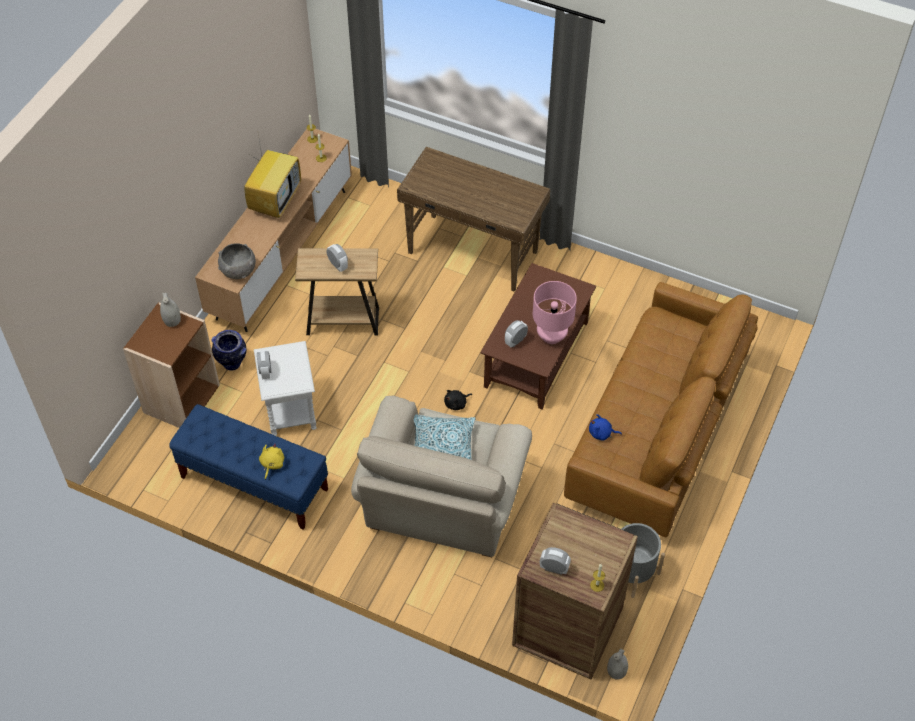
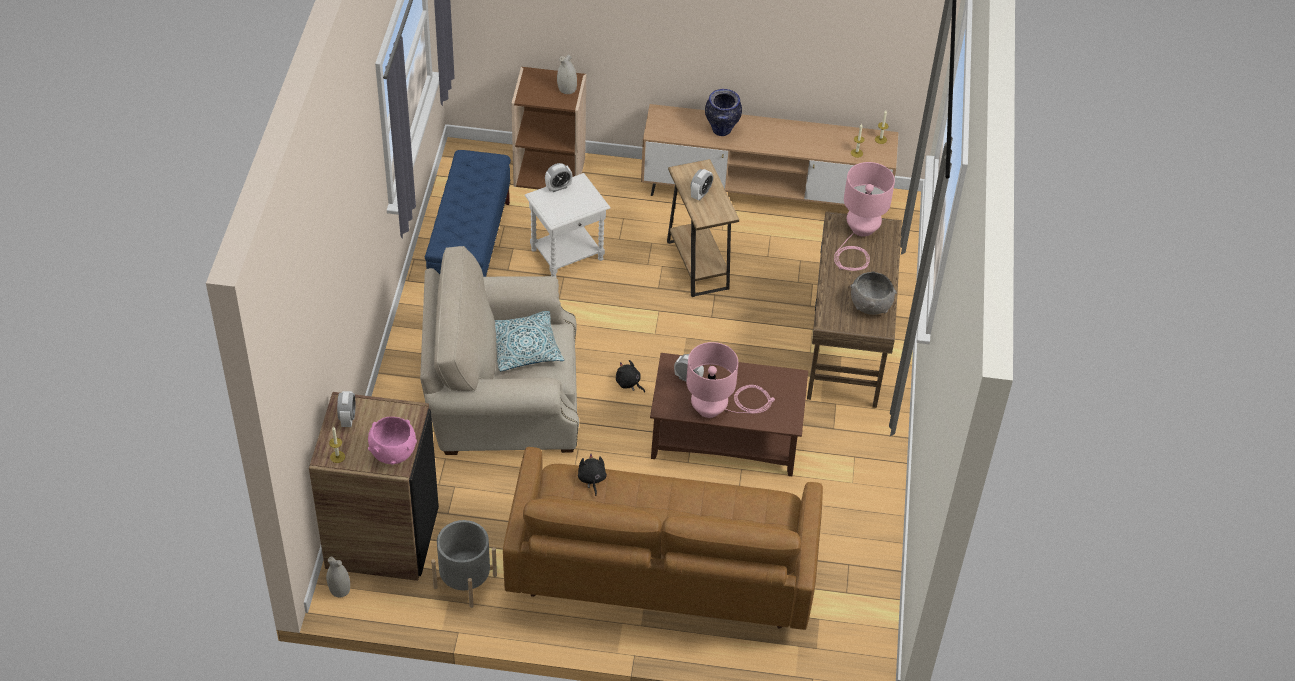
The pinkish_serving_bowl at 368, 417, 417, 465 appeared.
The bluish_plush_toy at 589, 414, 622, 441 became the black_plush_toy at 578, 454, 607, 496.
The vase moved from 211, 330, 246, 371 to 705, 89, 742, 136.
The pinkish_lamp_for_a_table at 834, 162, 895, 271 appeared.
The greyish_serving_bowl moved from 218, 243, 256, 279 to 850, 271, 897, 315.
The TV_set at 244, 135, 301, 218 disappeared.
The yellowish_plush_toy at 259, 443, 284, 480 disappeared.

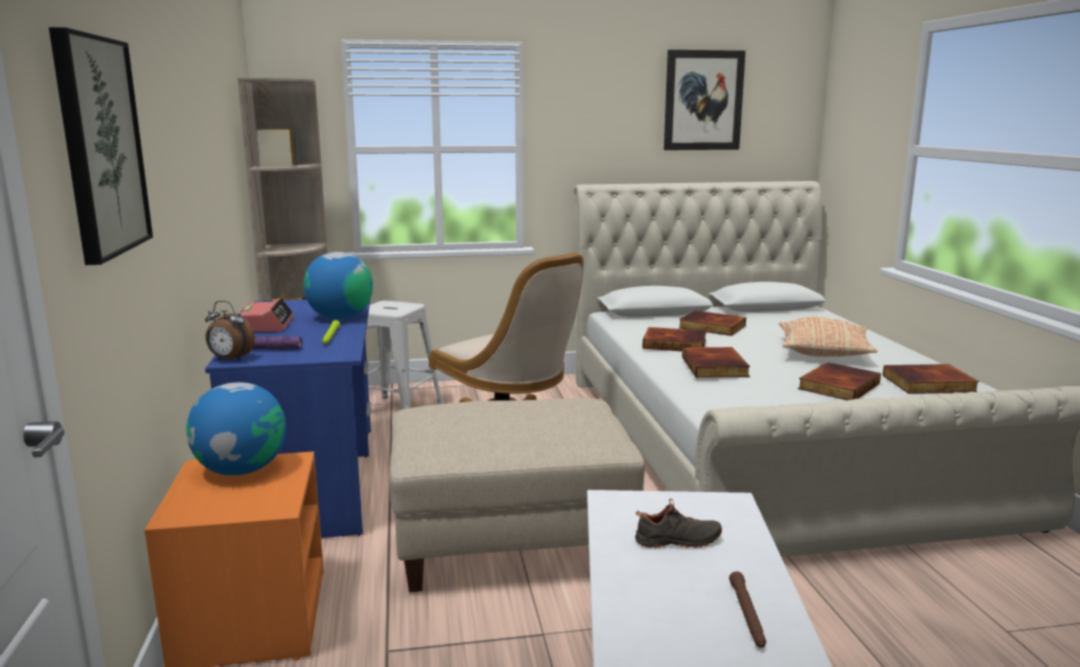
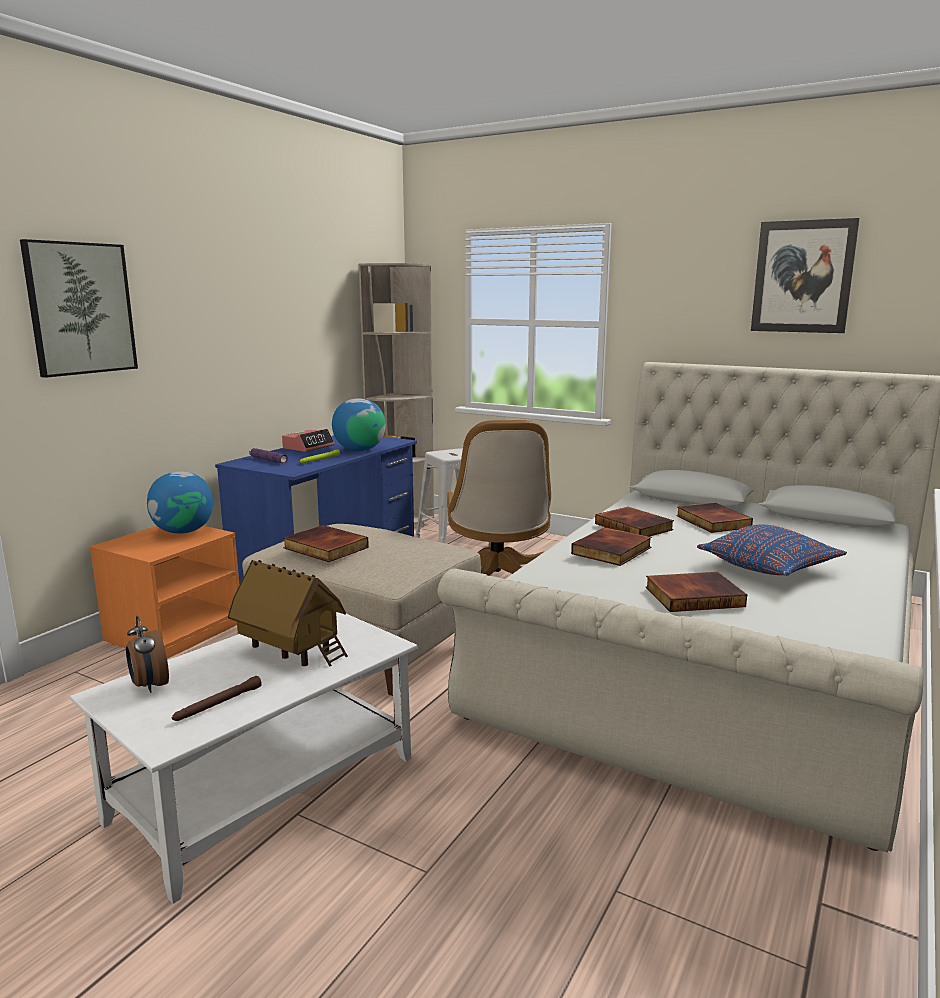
The table_clock moved from 205, 301, 255, 361 to 126, 616, 169, 693.
The black_low_shoe at 635, 498, 722, 548 was replaced by the miniature_house at 228, 560, 348, 667.
The book moved from 883, 364, 979, 394 to 283, 525, 369, 562.
The beige_cushion at 779, 317, 878, 357 became the bluish_cushion at 697, 525, 847, 576.

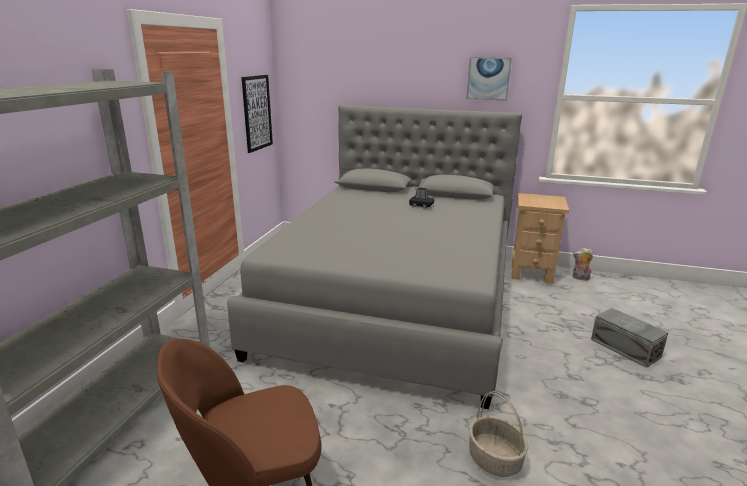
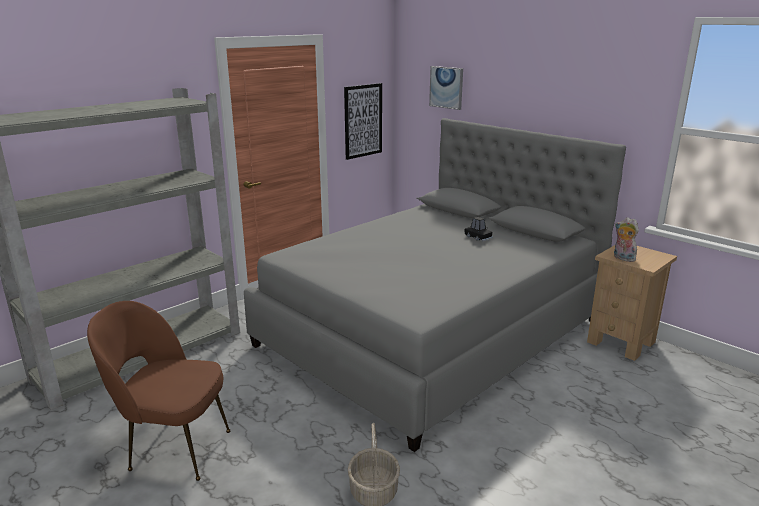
The wall_art moved from 467, 57, 512, 101 to 429, 66, 463, 110.
The plush_toy moved from 572, 248, 593, 281 to 614, 217, 639, 262.
The greyish_storage_box at 591, 308, 669, 368 disappeared.

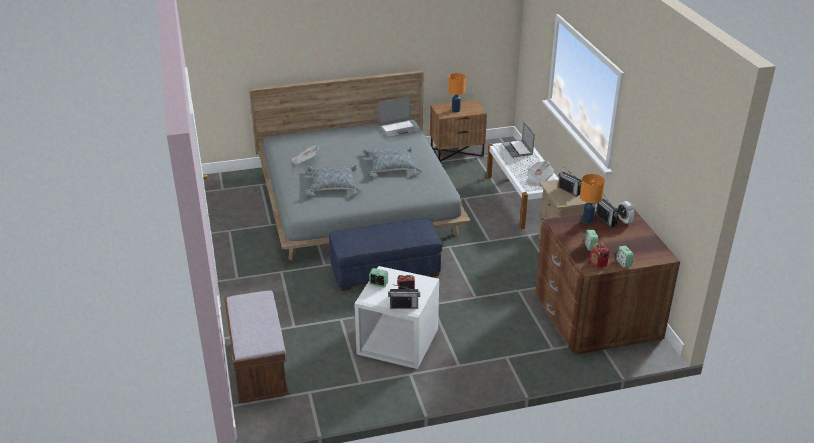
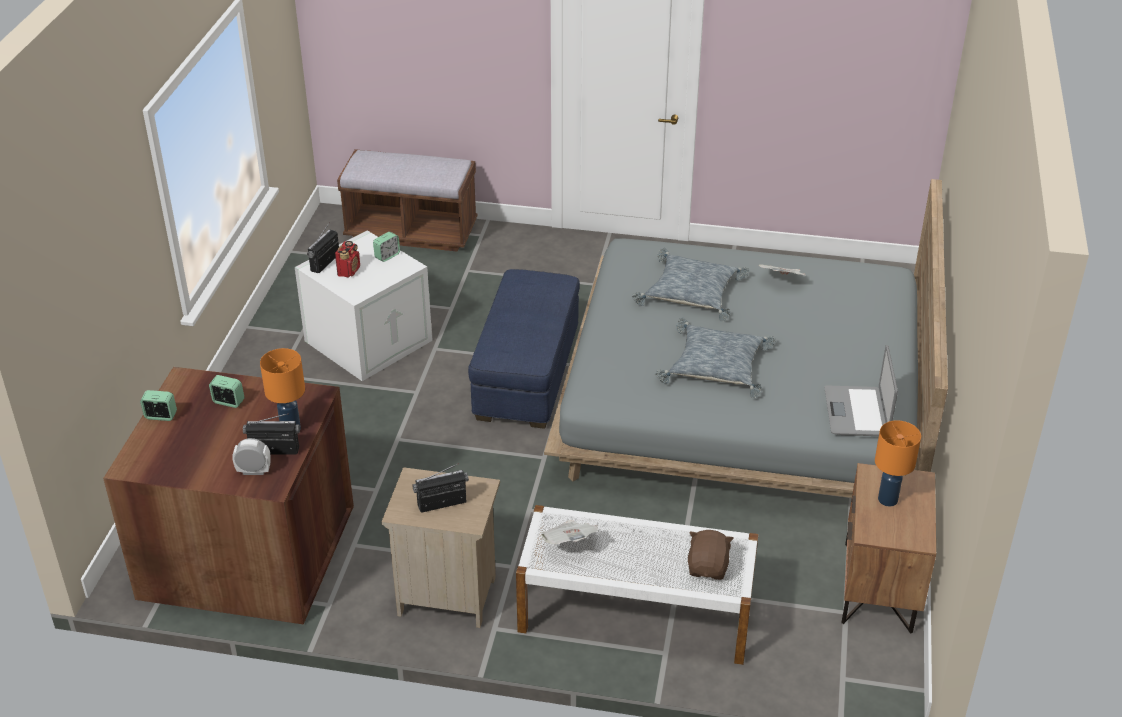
The portable_computer at 502, 121, 535, 158 was replaced by the brownish_plush_toy at 688, 530, 734, 580.
The radio_set at 590, 242, 609, 268 disappeared.

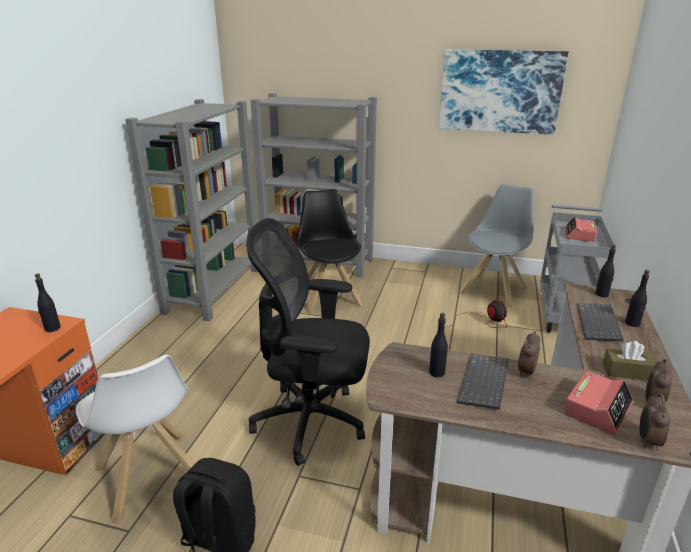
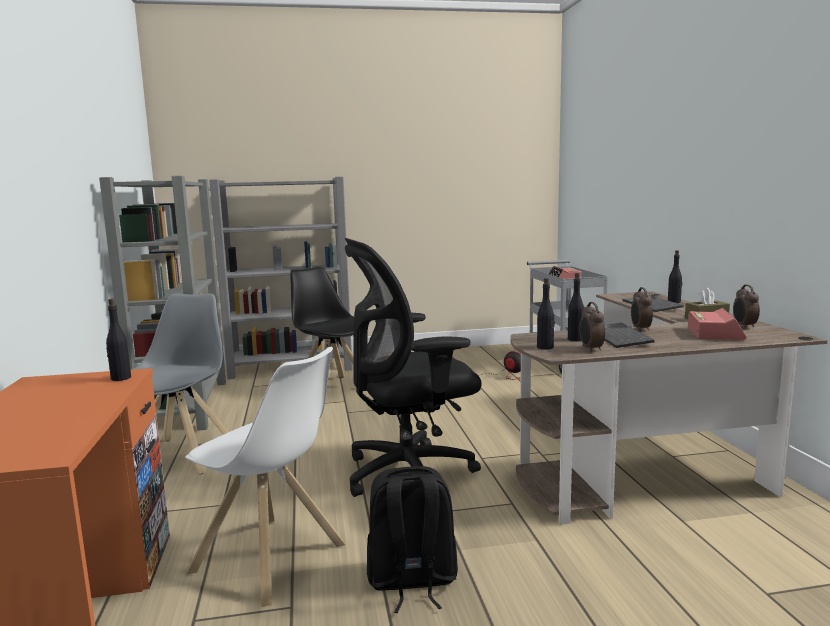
The greyish_chair moved from 459, 184, 534, 307 to 132, 293, 229, 474.
The black_bottle moved from 595, 245, 616, 297 to 537, 278, 555, 350.
The table_clock moved from 639, 393, 671, 450 to 579, 302, 605, 352.
The wall_art at 439, 49, 569, 135 disappeared.

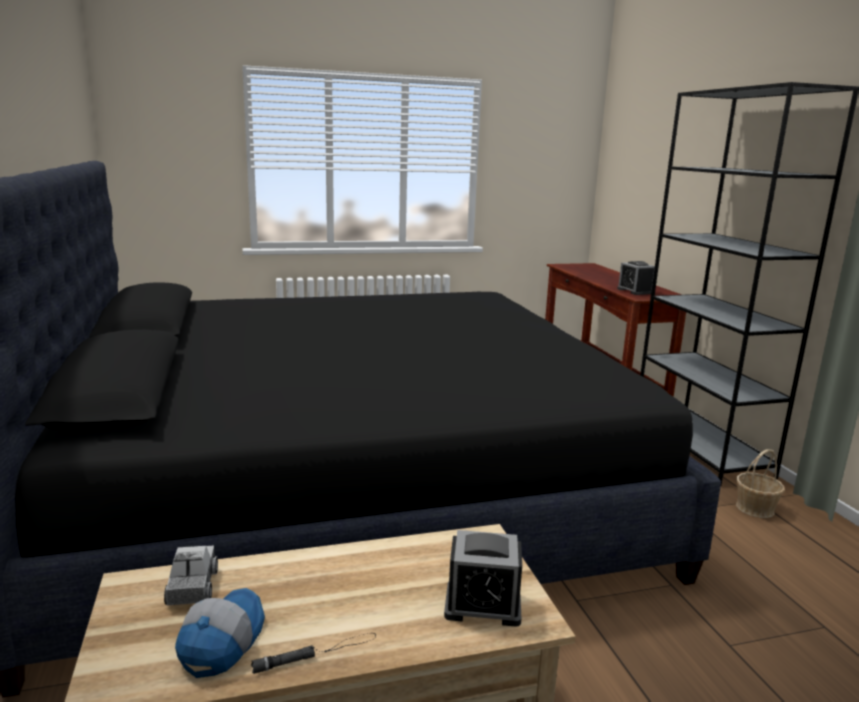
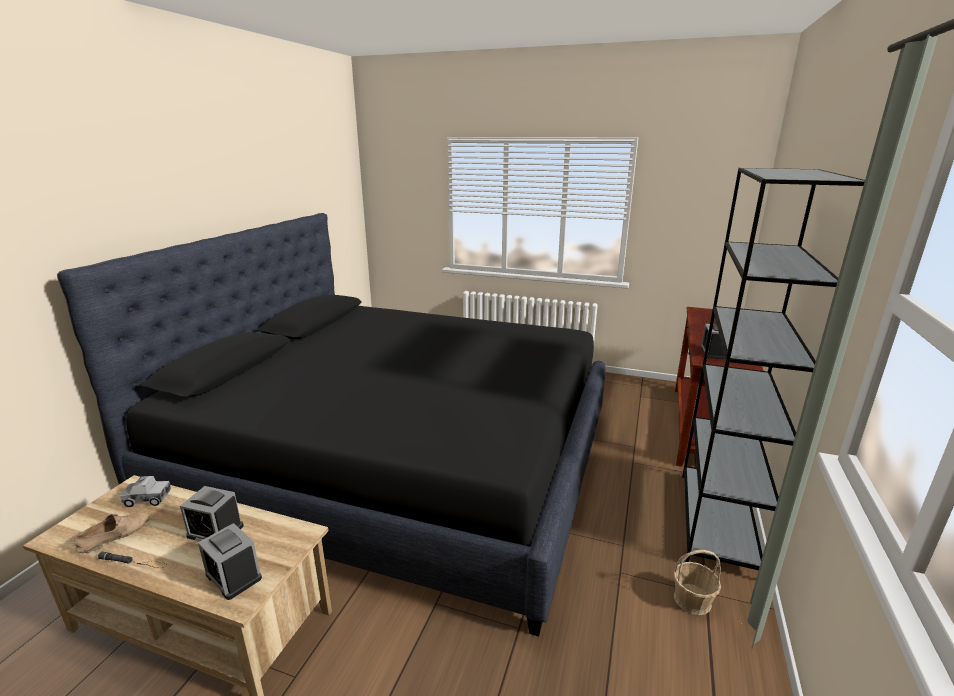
The baseball_cap at 175, 588, 265, 678 was replaced by the beige_low_shoe at 74, 512, 150, 553.
The model_truck at 164, 546, 218, 605 turned 60 degrees clockwise.
The table_clock at 180, 486, 244, 540 appeared.

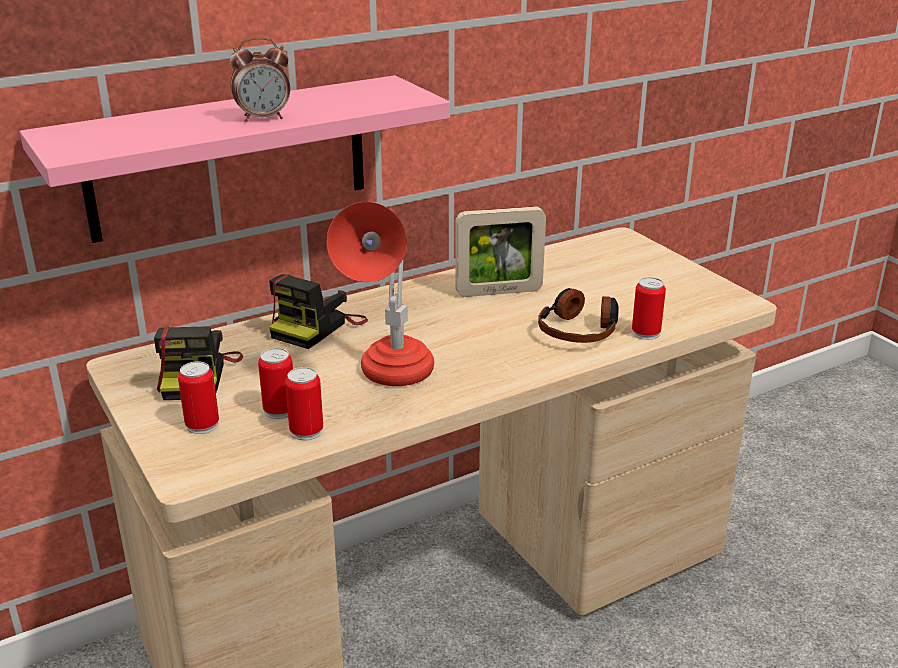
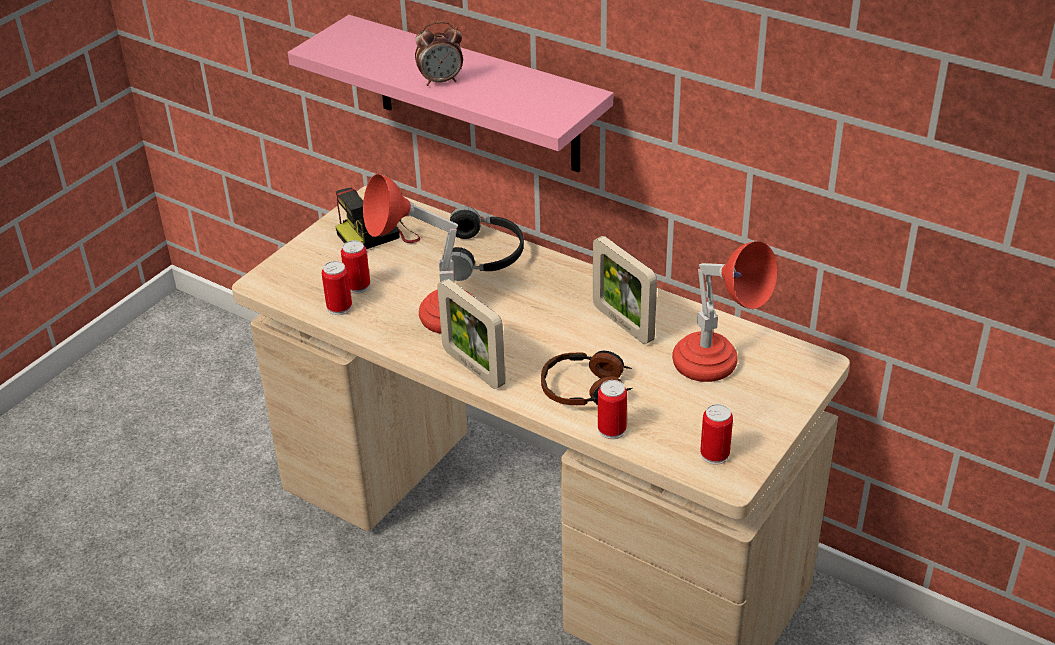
The table_clock at 230, 37, 290, 122 turned 60 degrees counterclockwise.
The picture_frame at 437, 279, 505, 389 appeared.
The photo_camera at 269, 274, 368, 349 was replaced by the black_pair_of_headphones at 450, 206, 524, 281.
The red-coloured_lamp_for_a_table at 672, 241, 777, 382 appeared.
The sealed_can moved from 178, 361, 219, 434 to 700, 404, 733, 465.

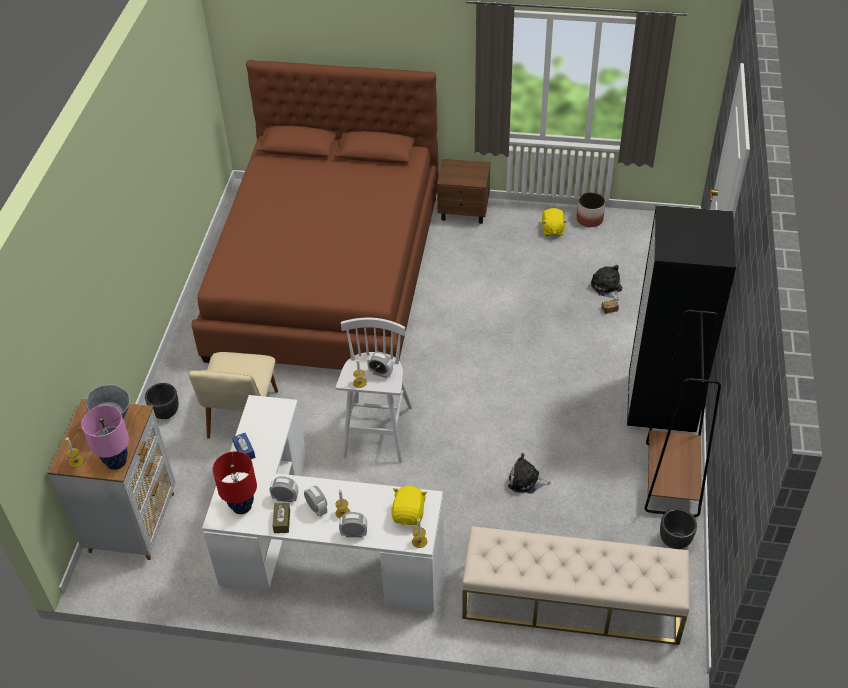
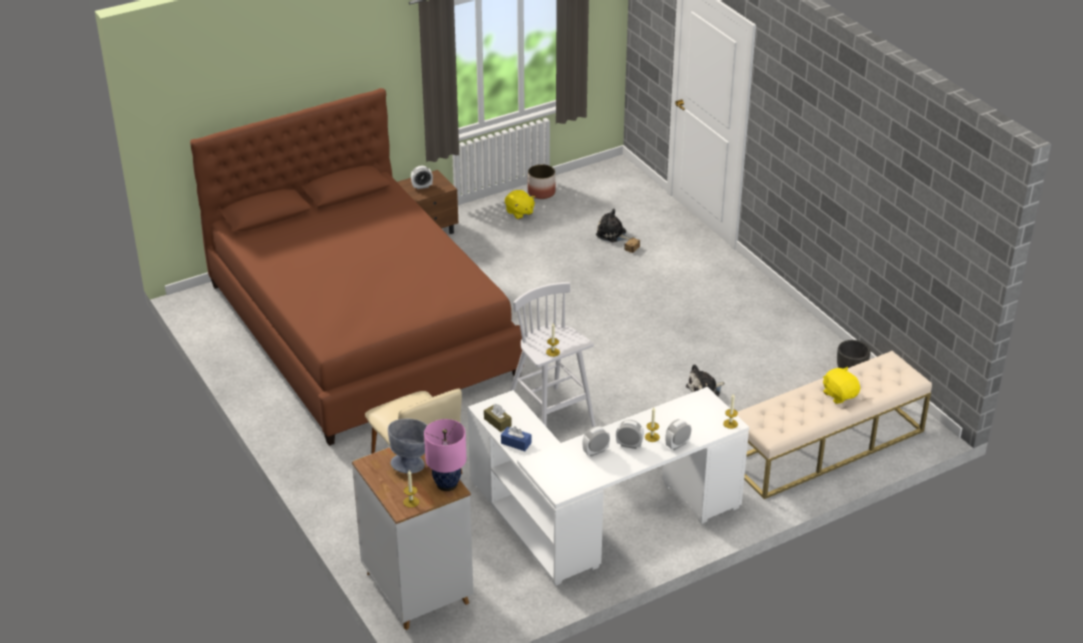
The table_clock moved from 367, 352, 393, 378 to 411, 166, 433, 189.
The brownish_box_of_tissues moved from 272, 503, 290, 533 to 484, 404, 511, 432.
The yellowish_plush_toy moved from 391, 486, 427, 525 to 823, 367, 860, 404.
The black_flower_pot at 145, 383, 179, 419 disappeared.
The red-coloured_lamp_for_a_table at 213, 451, 257, 514 disappeared.
The clothes_cupboard at 627, 205, 736, 435 disappeared.
The clothes_rack at 644, 310, 721, 517 disappeared.

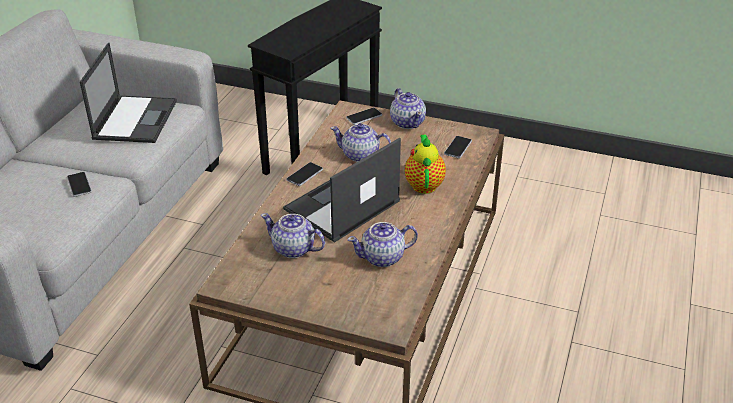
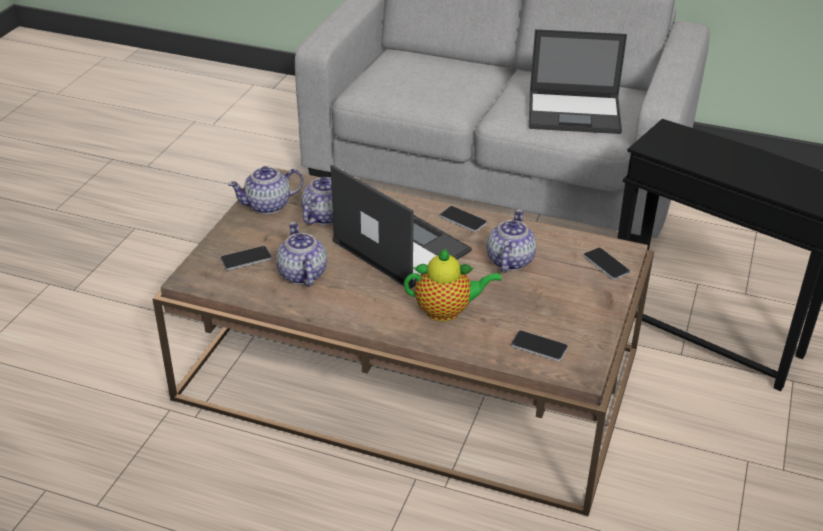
The telephone moved from 67, 172, 92, 197 to 220, 246, 272, 270.
The tea_pot moved from 390, 88, 426, 129 to 227, 166, 304, 214.

